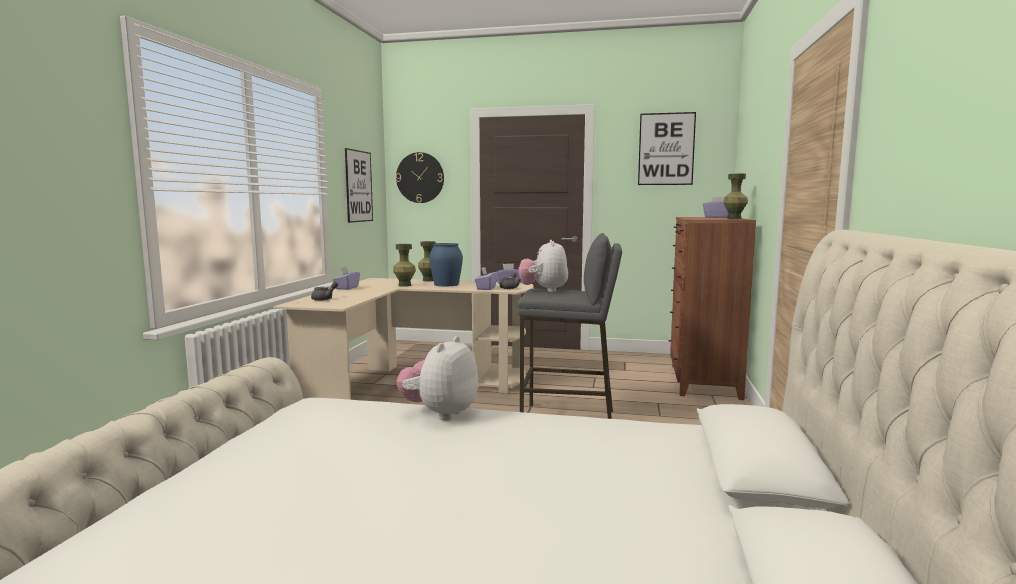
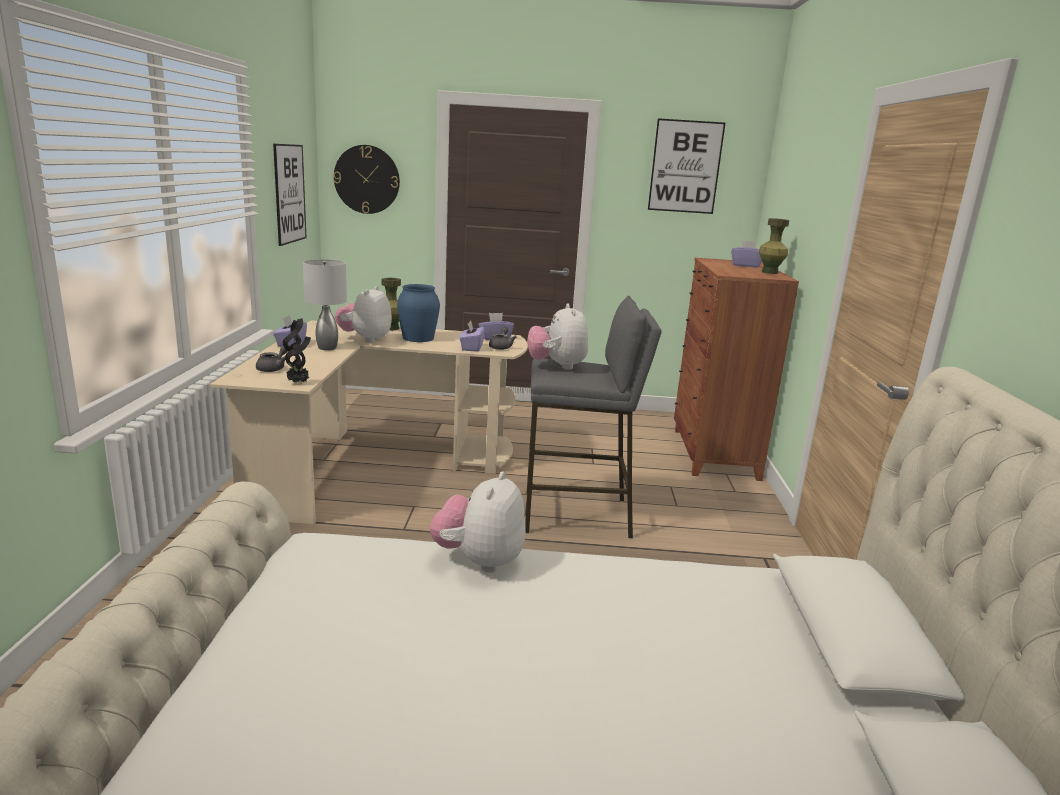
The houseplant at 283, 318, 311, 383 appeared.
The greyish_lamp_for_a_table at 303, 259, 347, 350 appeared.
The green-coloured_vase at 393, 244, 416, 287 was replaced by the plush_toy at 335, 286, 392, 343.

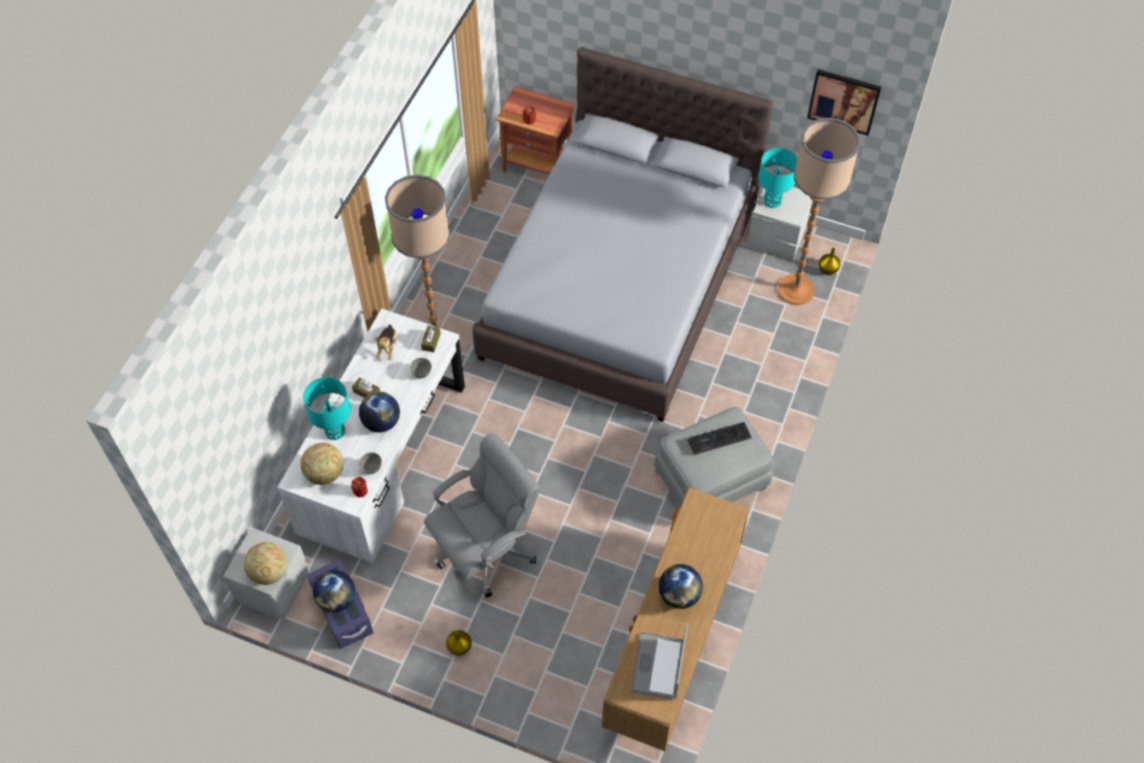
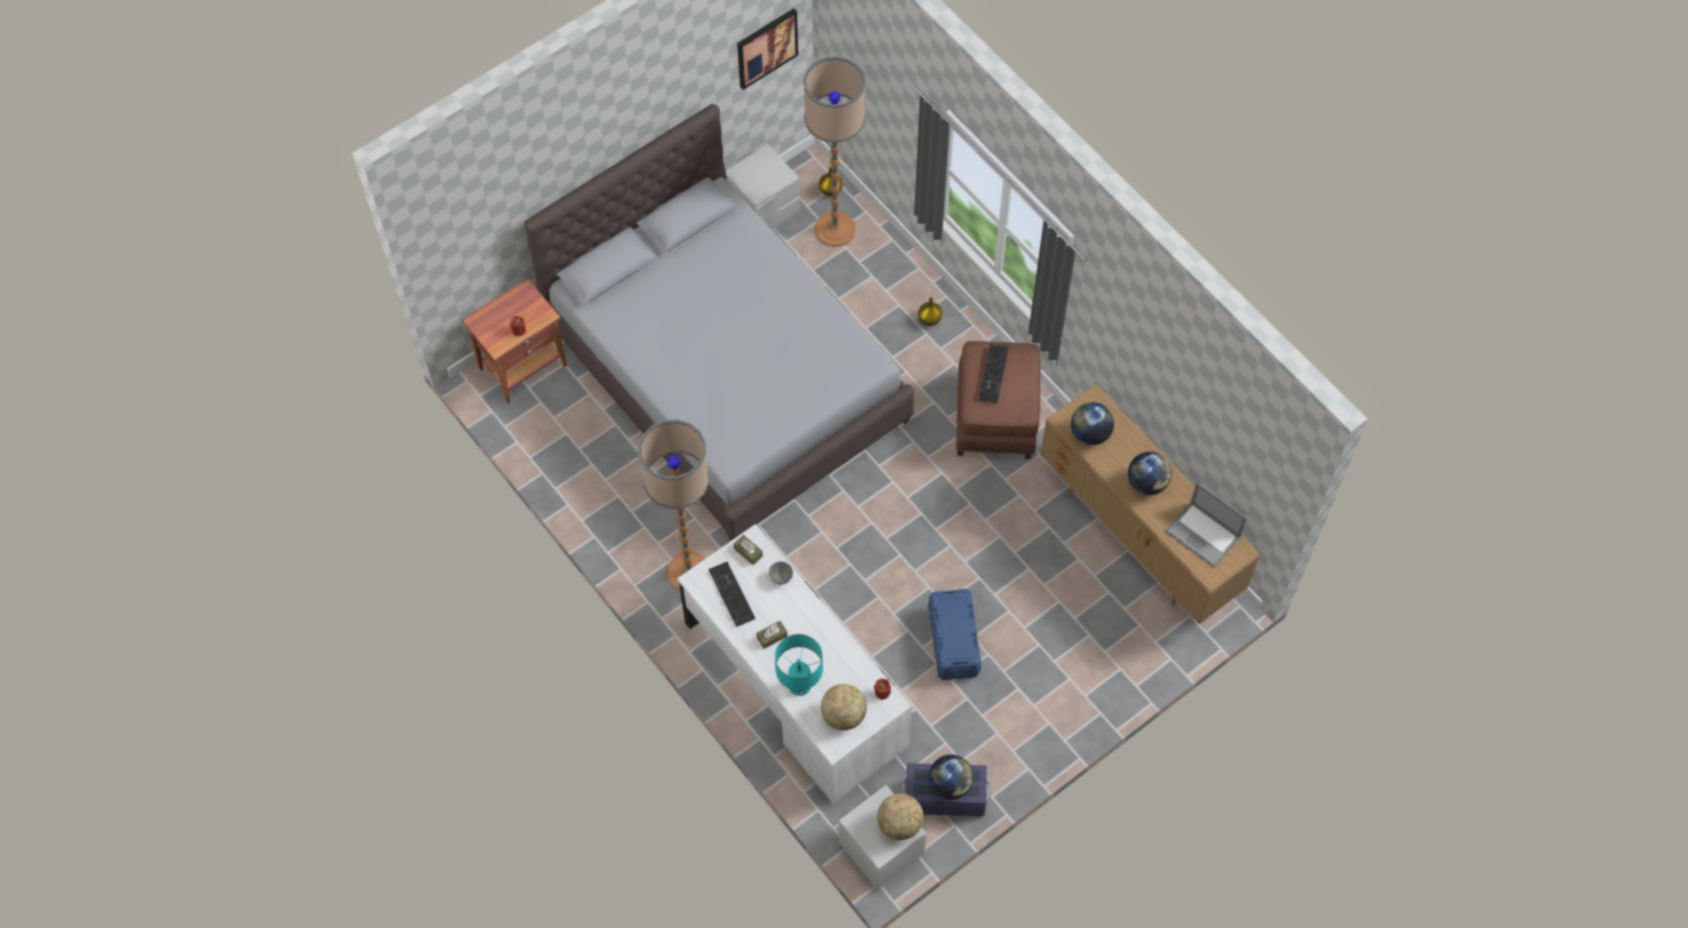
The plush_toy at 375, 325, 397, 360 was replaced by the keyboard at 709, 562, 755, 627.
The yellowish_vase moved from 446, 630, 472, 656 to 918, 298, 942, 326.
The greyish_office_chair at 424, 433, 540, 597 was replaced by the bluish_storage_box at 928, 589, 982, 680.
The greyish_pouffe at 654, 407, 773, 507 became the brownish_pouffe at 956, 341, 1040, 459.
The world_globe moved from 359, 392, 400, 432 to 1071, 402, 1114, 445.
The greyish_serving_bowl at 359, 452, 382, 474 disappeared.
The turquoise-coloured_lamp_for_a_table at 758, 148, 798, 208 disappeared.

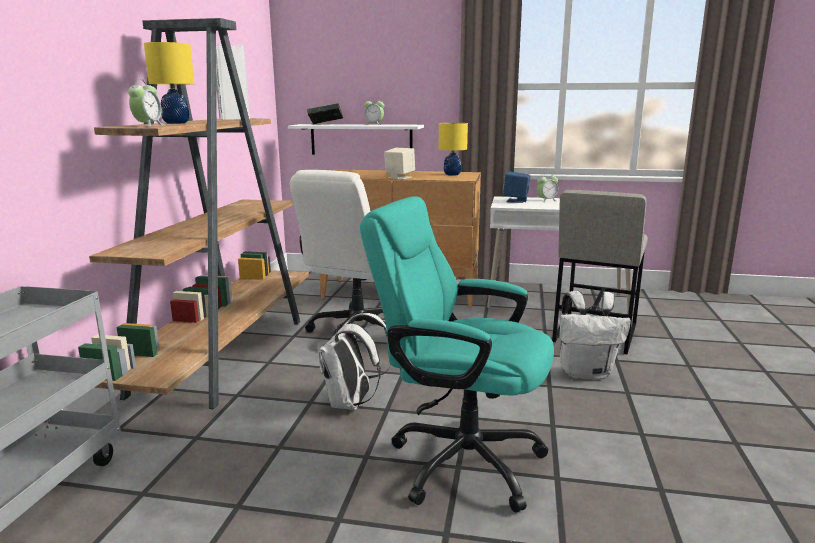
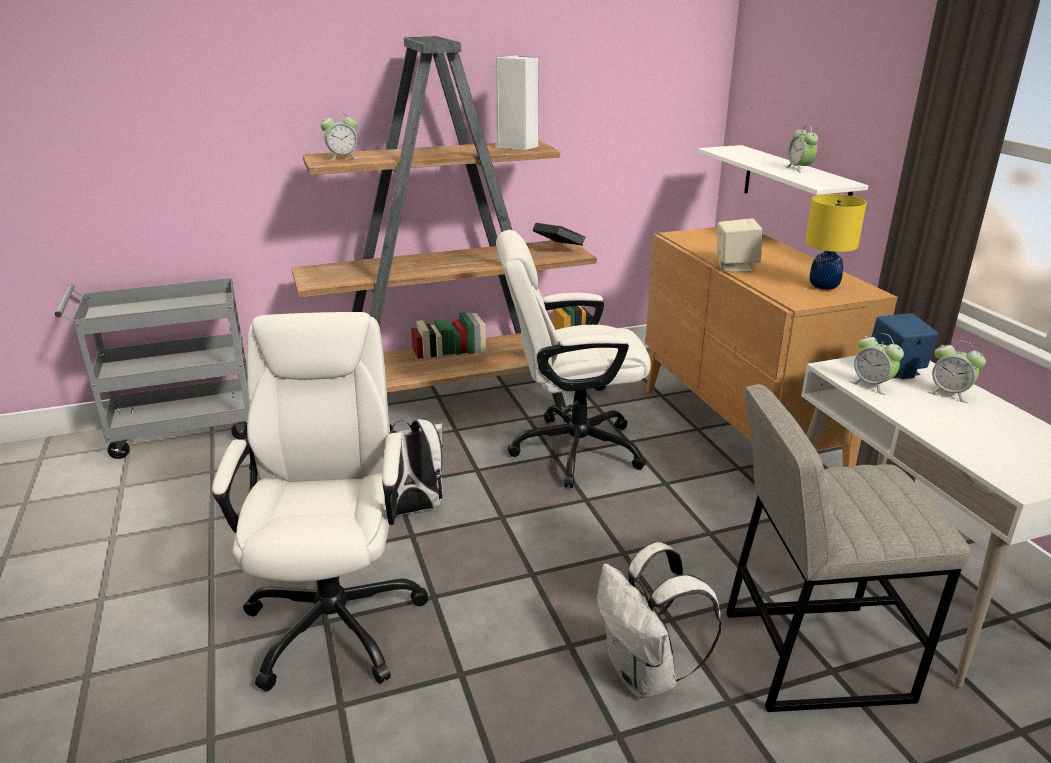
The turquoise-coloured_office_chair at 360, 196, 554, 513 became the white-coloured_office_chair at 212, 312, 429, 691.
The book moved from 307, 103, 343, 124 to 533, 223, 586, 246.
The table_clock at 850, 333, 904, 395 appeared.
The yellowish_lamp_for_a_table at 144, 42, 194, 124 disappeared.

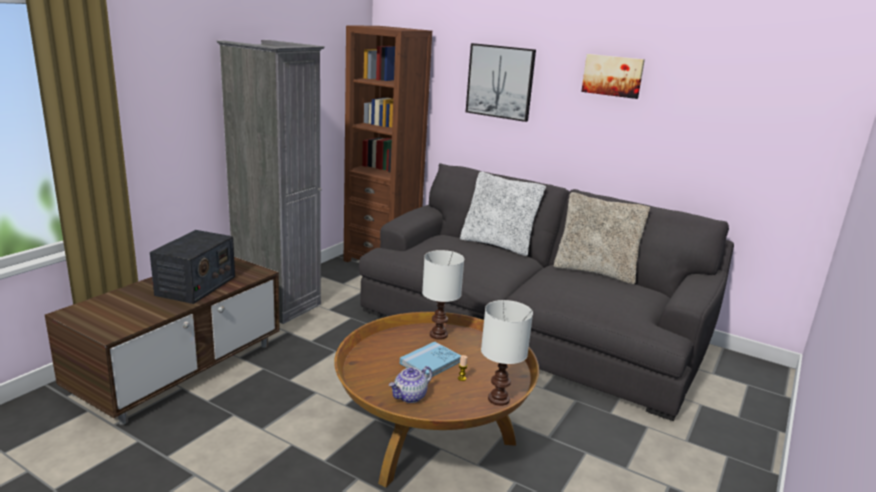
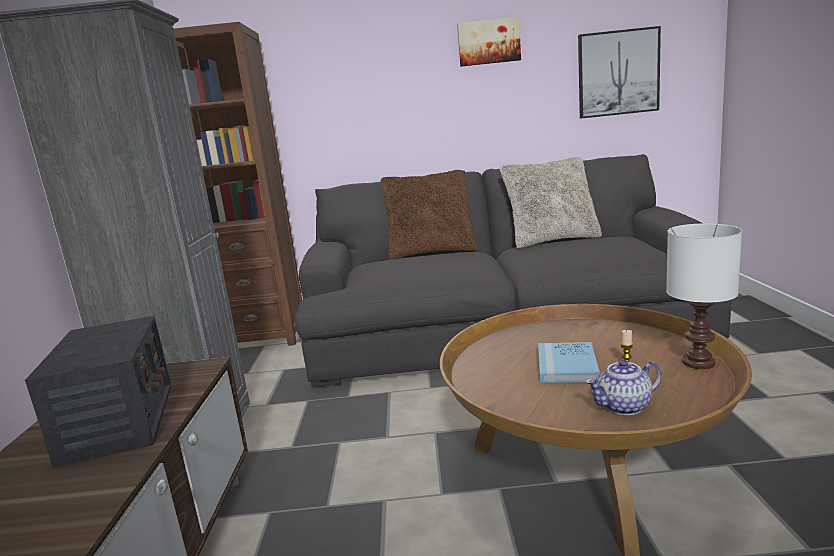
The white-coloured_cushion at 460, 172, 546, 256 became the brownish_cushion at 381, 170, 477, 260.
The wall_art moved from 466, 43, 536, 122 to 578, 26, 661, 118.
The tea_pot at 389, 366, 432, 403 turned 60 degrees clockwise.
The white-coloured_lamp_for_a_table at 422, 250, 464, 340 disappeared.

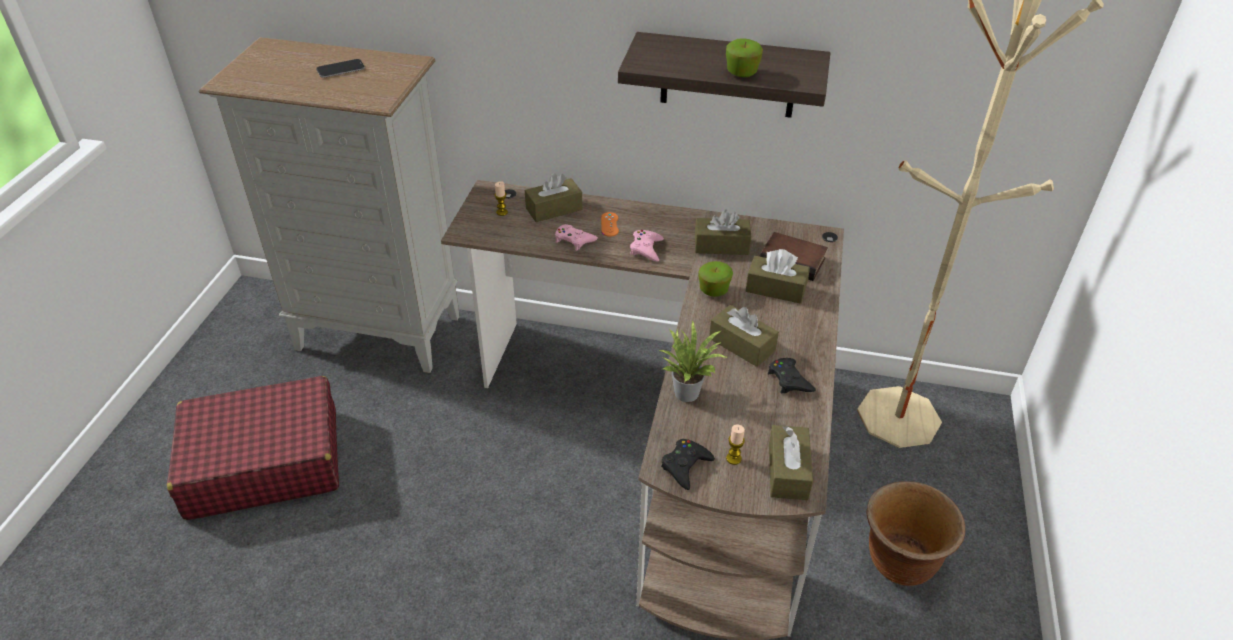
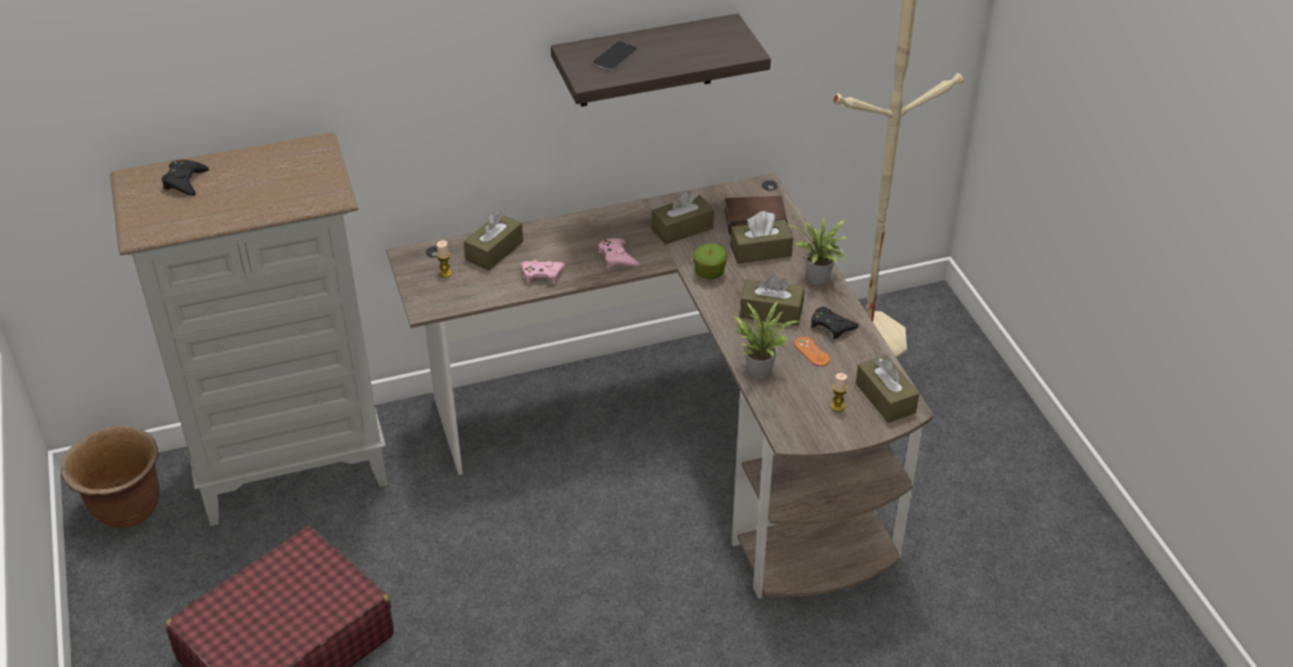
The brownish_flower_pot moved from 866, 481, 965, 586 to 61, 426, 159, 528.
The black_gamepad moved from 661, 439, 715, 490 to 161, 160, 209, 196.
The telephone moved from 316, 59, 365, 78 to 593, 41, 637, 70.
The houseplant at 788, 218, 848, 285 appeared.
The orange-coloured_gamepad moved from 601, 212, 619, 237 to 794, 337, 830, 366.
The whole_apple at 726, 38, 763, 77 disappeared.

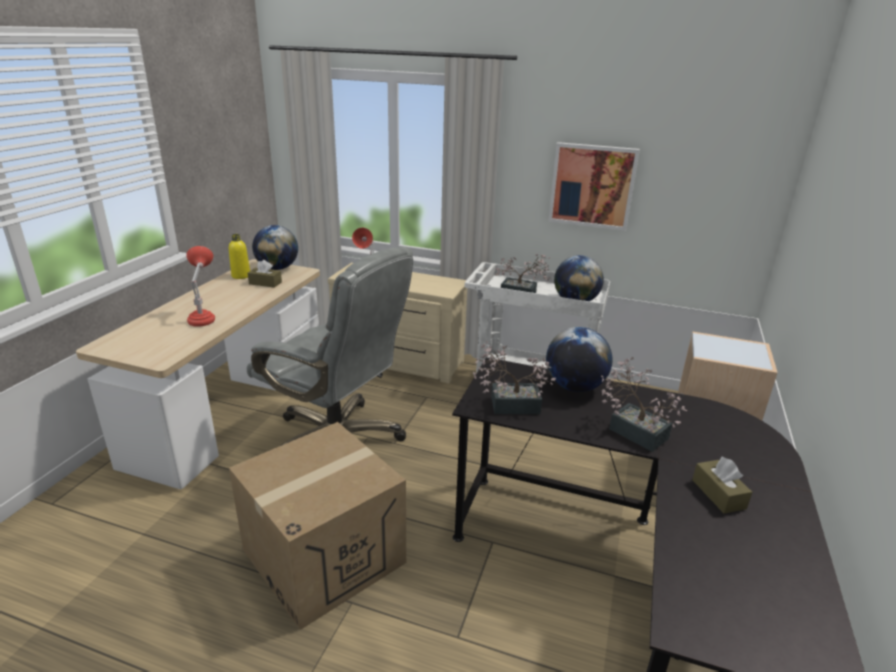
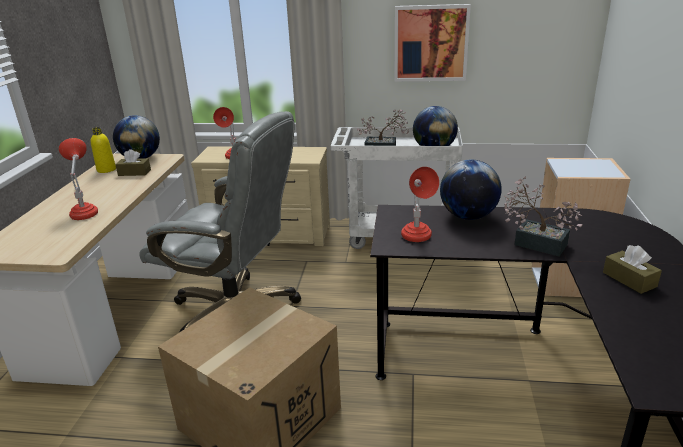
The houseplant at 473, 341, 556, 414 was replaced by the red-coloured_lamp_for_a_table at 401, 167, 439, 242.

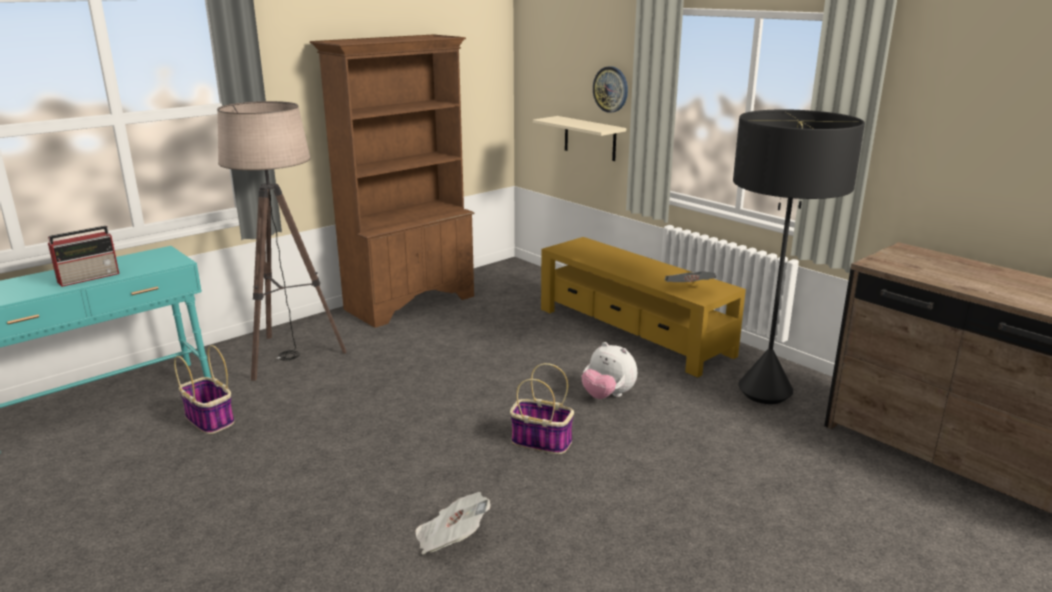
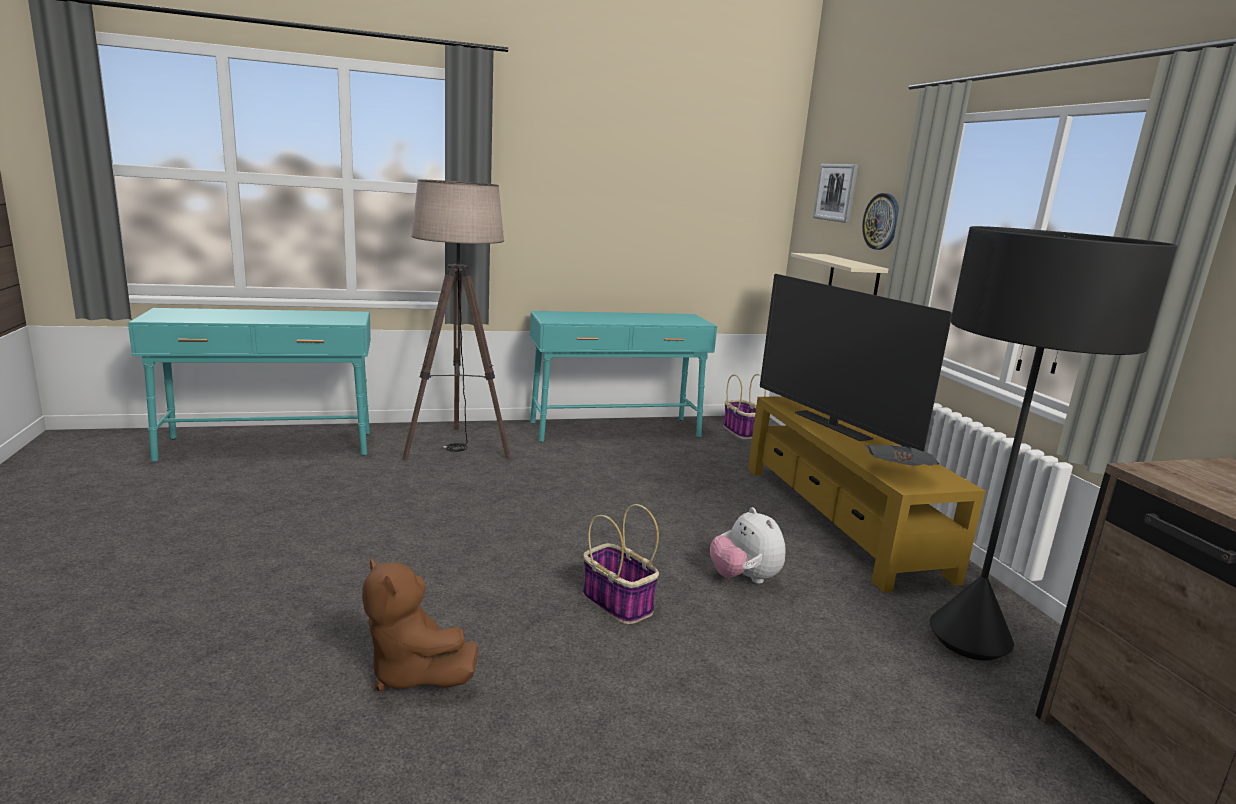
The printed_paper at 415, 492, 491, 555 was replaced by the brownish_plush_toy at 362, 557, 478, 691.
The brownish_bookshelf at 310, 34, 474, 328 was replaced by the turquoise-coloured_hall_table at 530, 311, 717, 442.
The storage_basket moved from 174, 345, 234, 434 to 723, 374, 766, 439.
The TV_set at 760, 274, 952, 452 appeared.
The wall_art at 813, 164, 858, 223 appeared.
The radio_set at 48, 226, 119, 287 disappeared.

